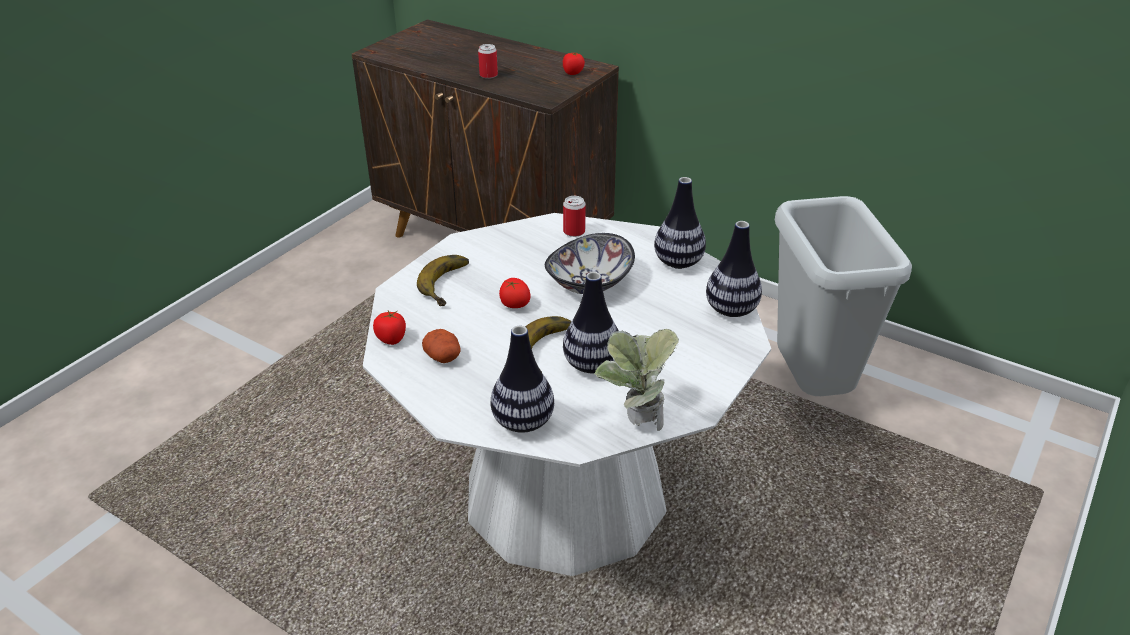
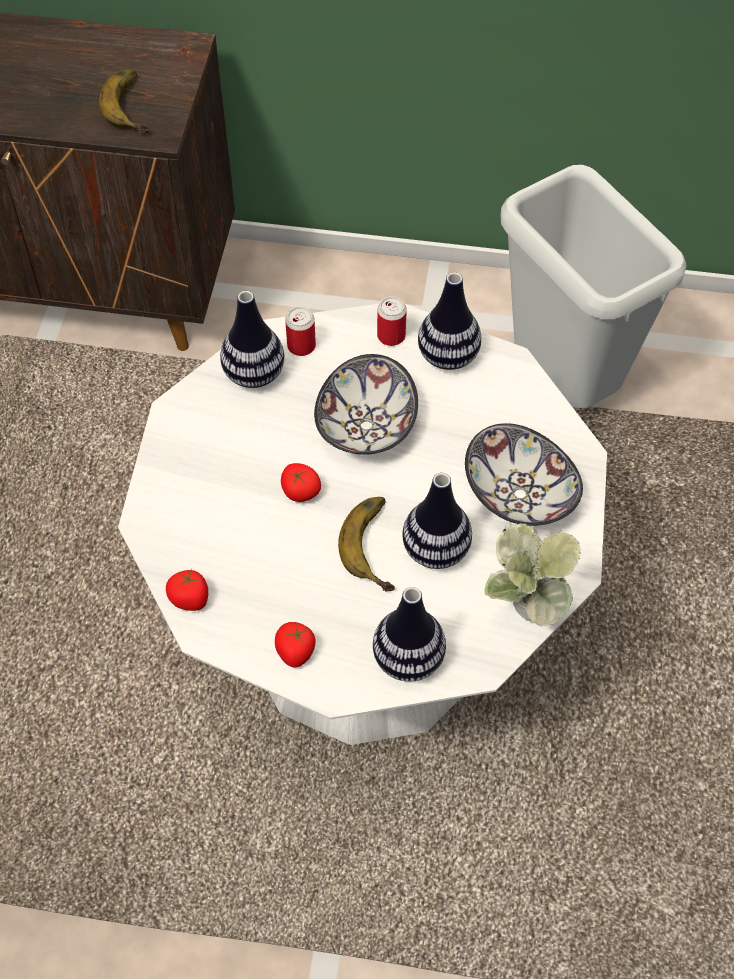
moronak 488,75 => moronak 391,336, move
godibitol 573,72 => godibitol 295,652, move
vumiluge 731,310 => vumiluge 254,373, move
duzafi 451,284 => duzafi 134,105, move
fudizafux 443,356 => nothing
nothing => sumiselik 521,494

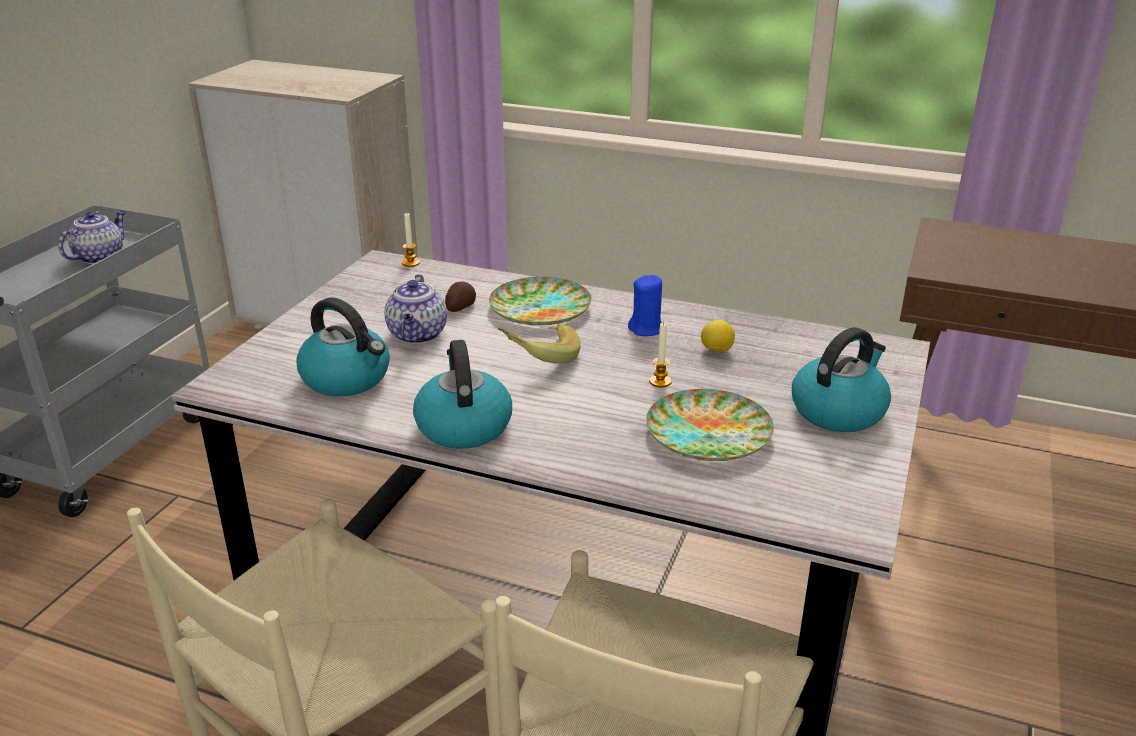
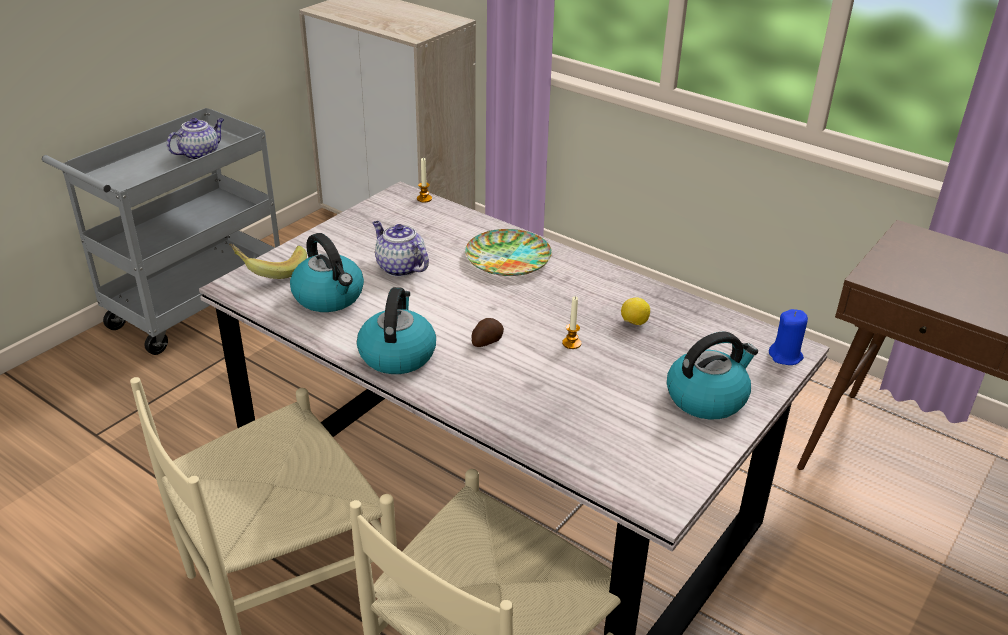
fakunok 418,335 => fakunok 399,267, 120 degrees clockwise
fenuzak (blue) 646,329 => fenuzak (blue) 785,356, move
fudizafux 460,307 => fudizafux 486,341, move
duzafi 539,357 => duzafi 271,270, move
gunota 708,433 => nothing

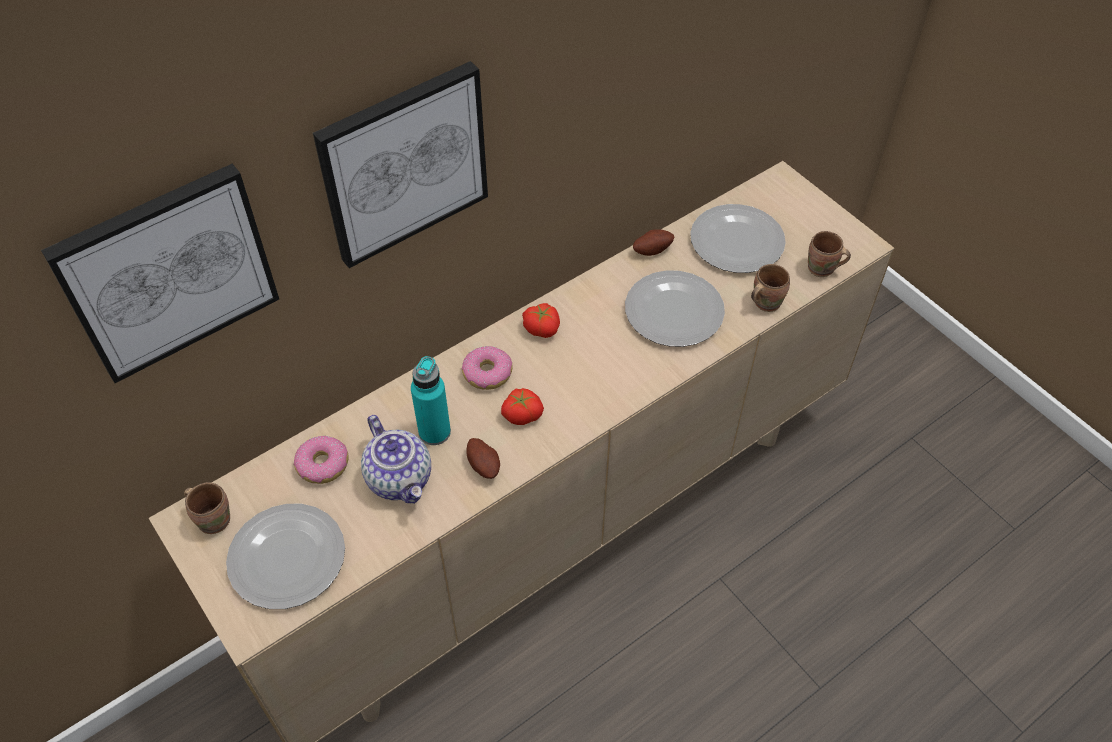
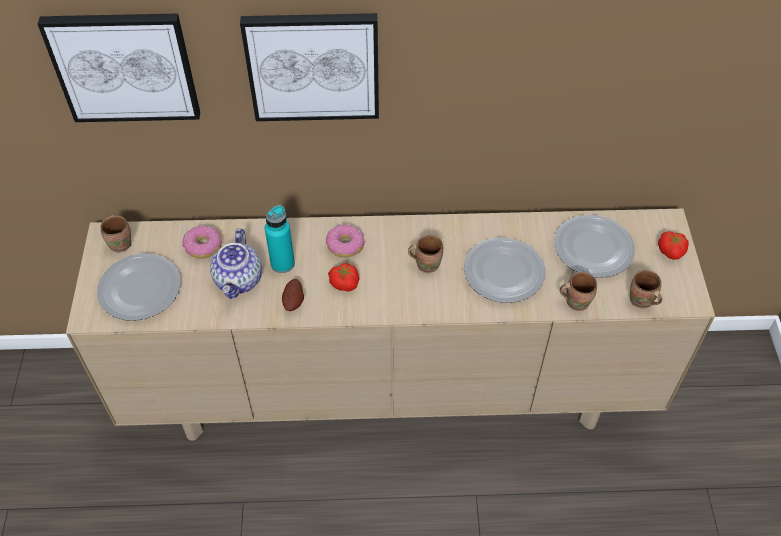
fudizafux 652,250 => nothing
godibitol 542,327 => godibitol 671,251, move
nothing => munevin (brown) 426,263

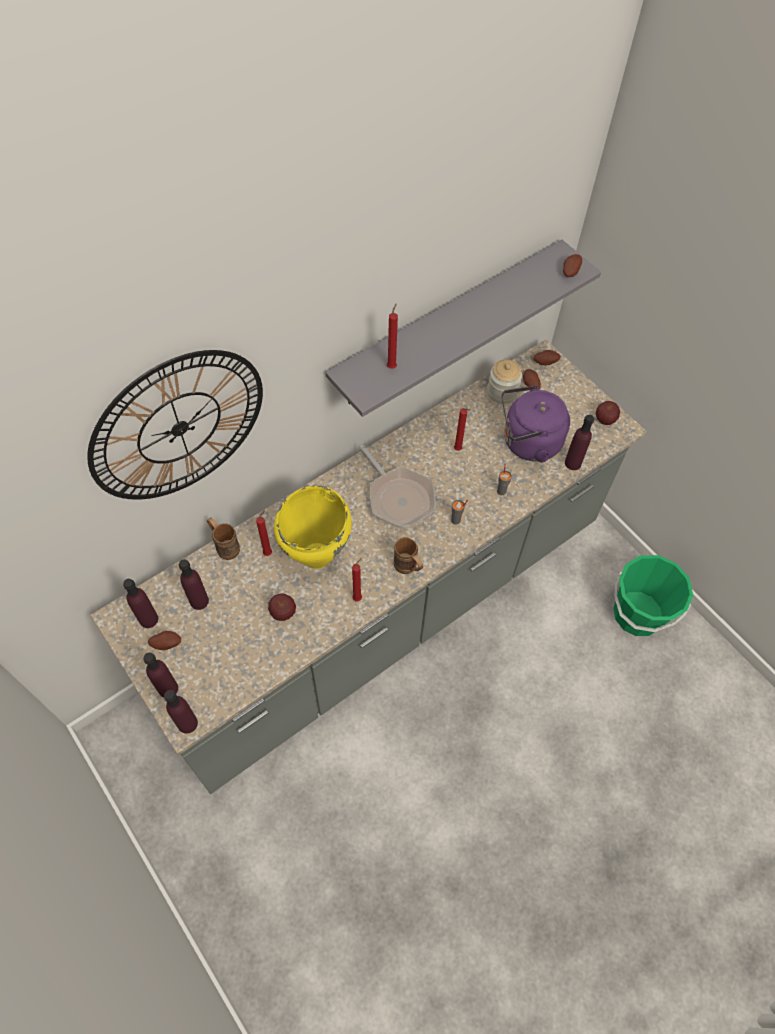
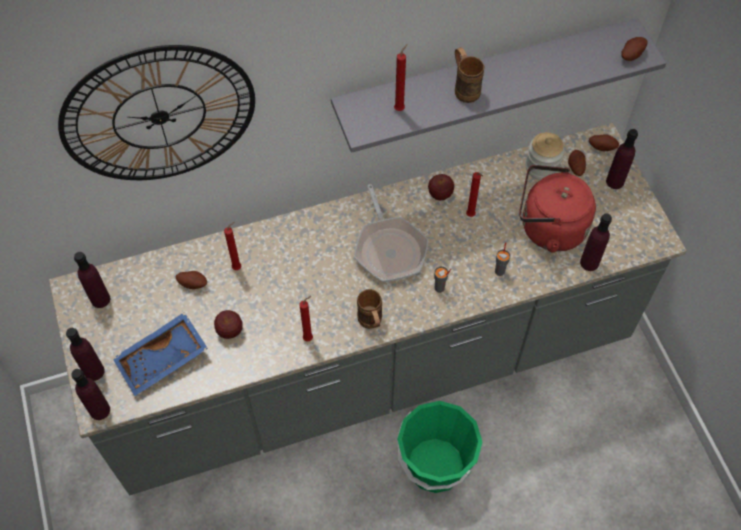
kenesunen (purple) 527,442 => kenesunen (red) 548,228
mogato 605,420 => mogato 440,194, move
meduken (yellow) 317,555 => nothing
munevin (brown) 225,546 => munevin (brown) 464,88, move
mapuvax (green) 637,614 => mapuvax (green) 435,465, move
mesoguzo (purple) 199,601 => mesoguzo (purple) 615,181, move
fudizafux 166,643 => fudizafux 193,283, move
nothing => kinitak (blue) 163,360

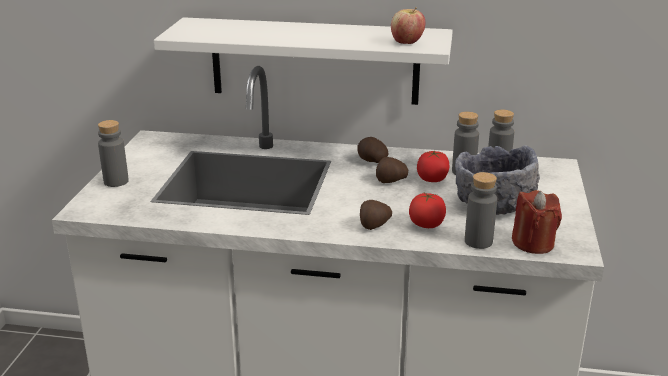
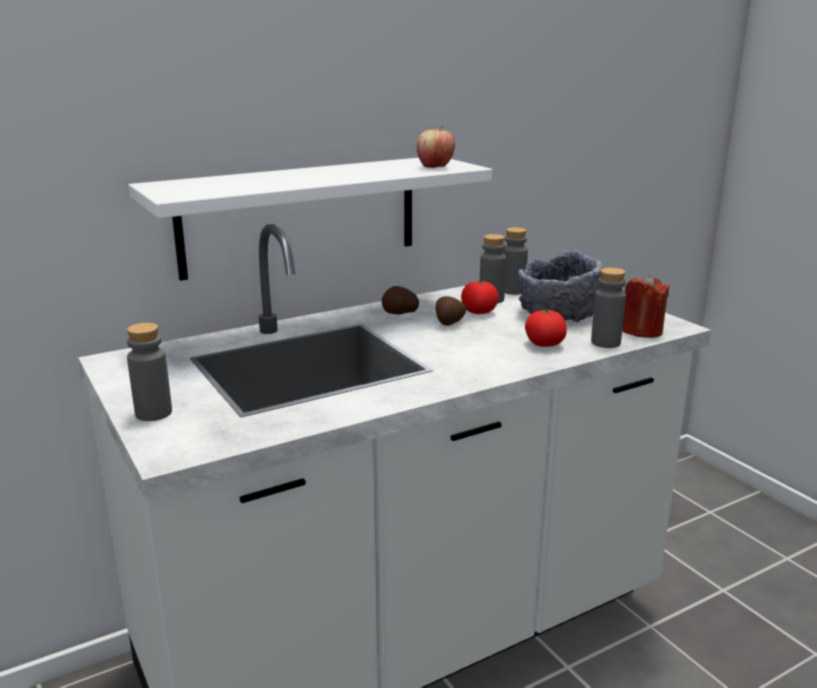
fudizafux 373,226 => nothing

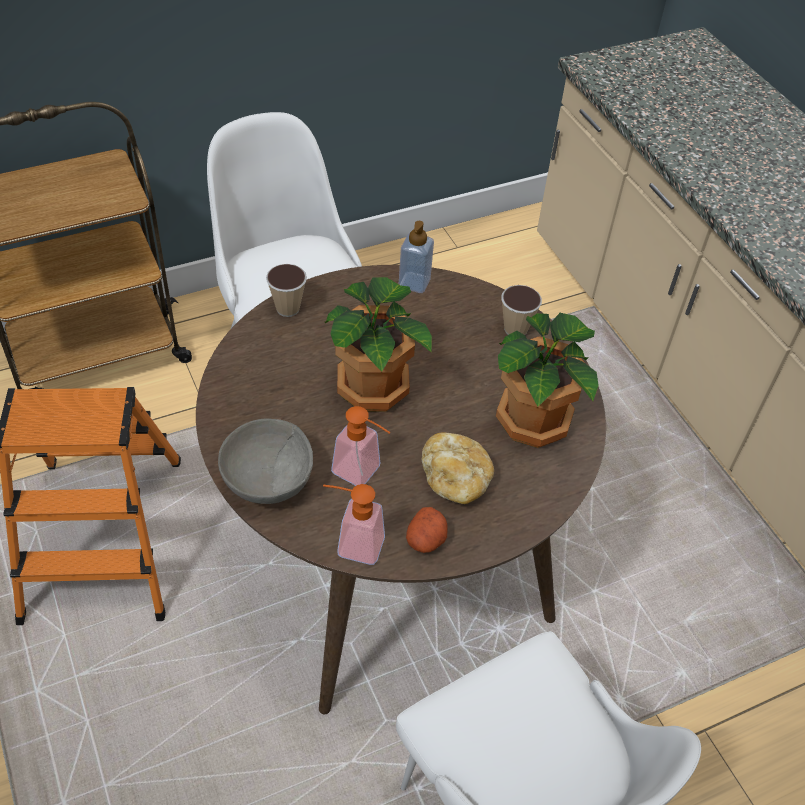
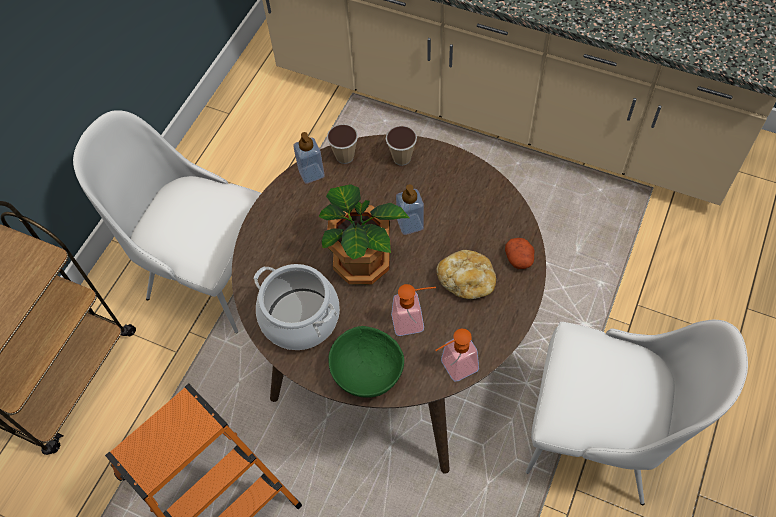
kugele 288,308 => kugele 345,156, move
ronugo 536,421 => nothing
sumiselik (grey) 268,480 => sumiselik (green) 366,372
fudizafux 426,540 => fudizafux 519,259, move
nothing => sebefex 410,224
nothing => meduken 300,319

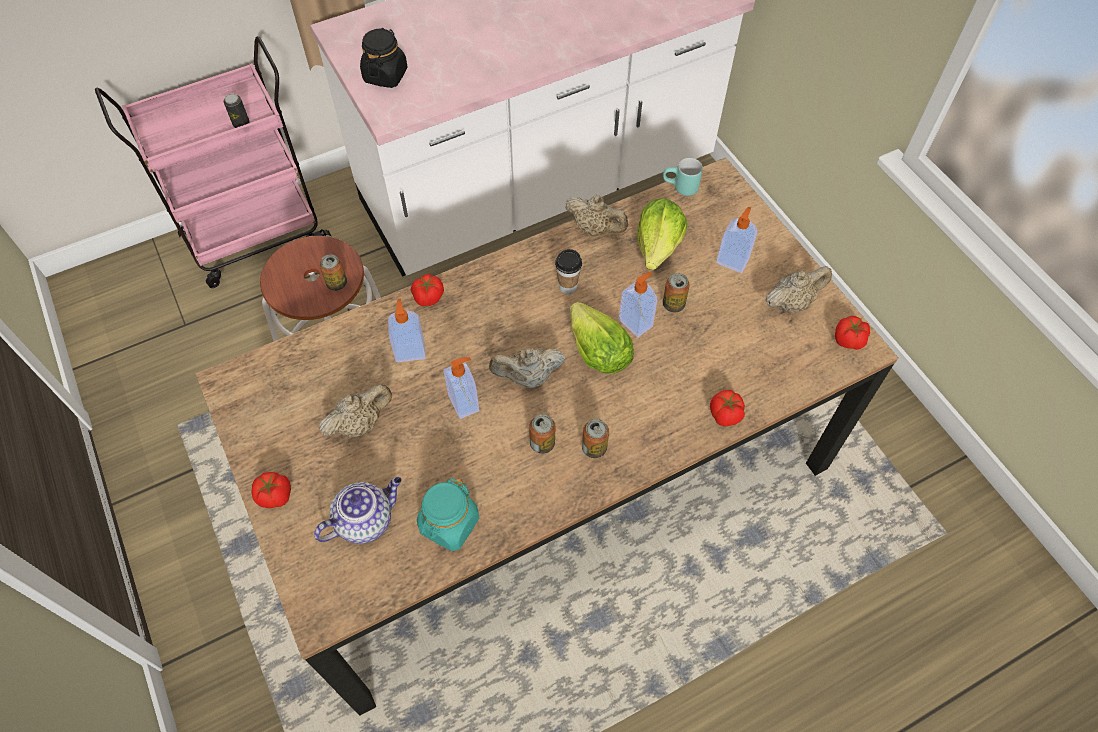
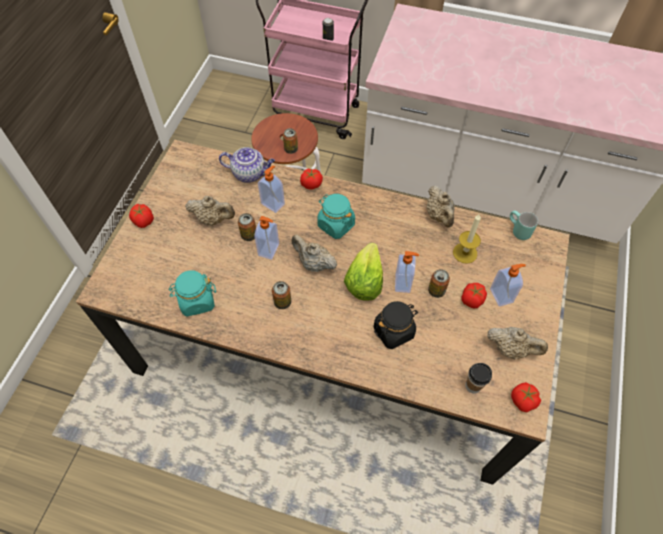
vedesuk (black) 385,75 => vedesuk (black) 394,331, move
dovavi 658,247 => fenuzak 465,253
kugele 567,286 => kugele 473,386, move
godibitol 724,415 => godibitol 471,300, move
moronak 594,448 => moronak 249,235, move
fakunok 365,520 => fakunok 250,173, move
nothing => vedesuk (turquoise) 335,225

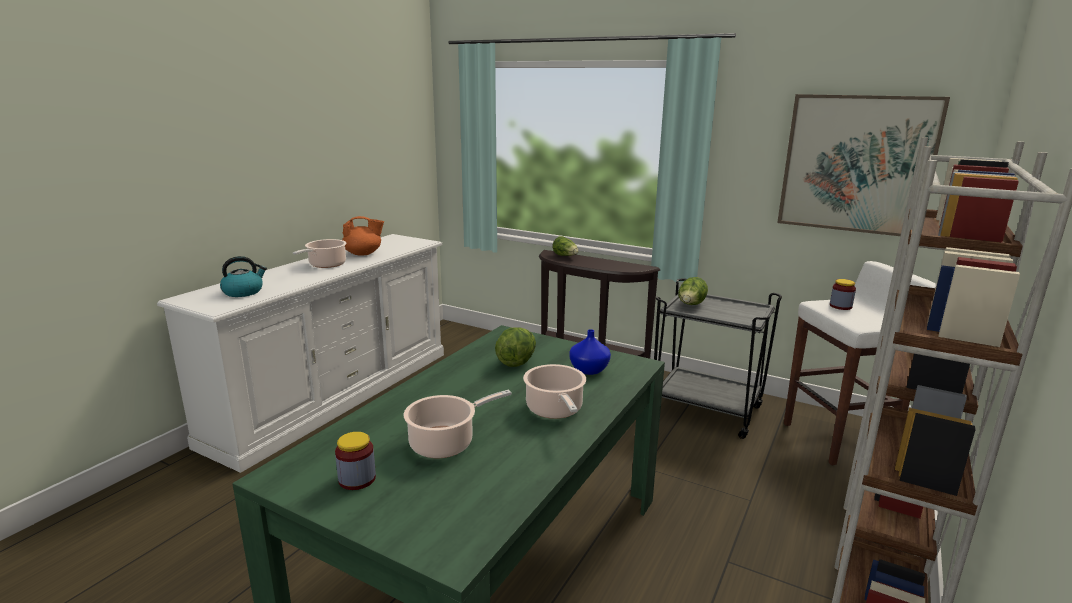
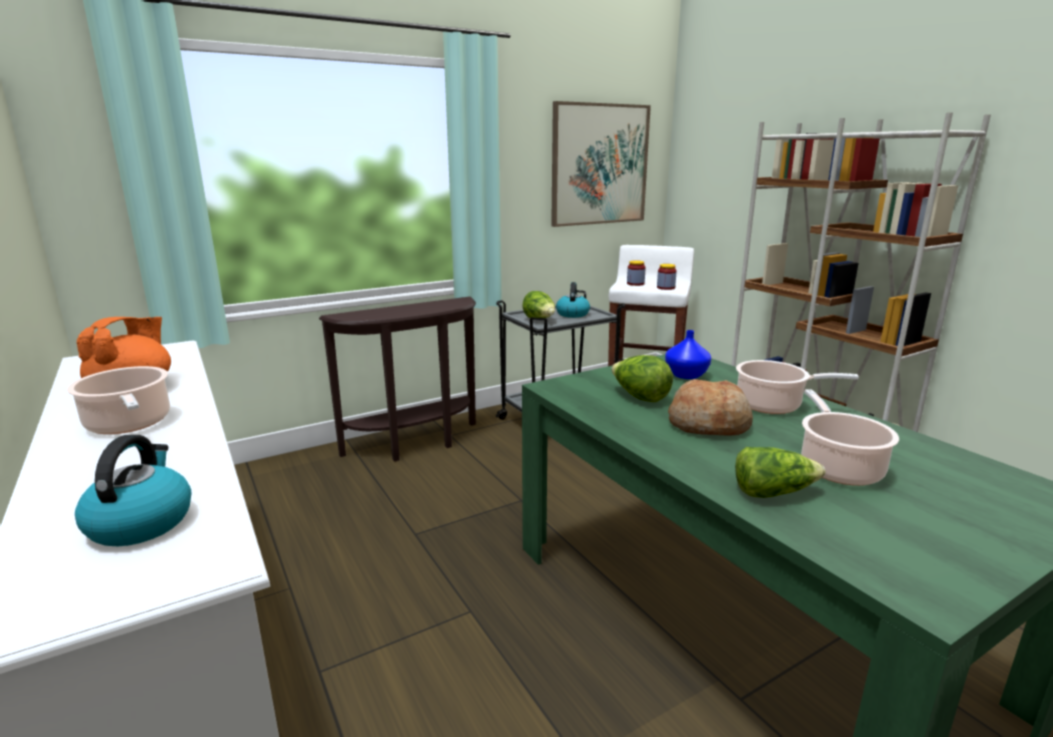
dovavi 566,256 => dovavi 772,492, move
vedesuk 357,479 => vedesuk 665,288, move
nothing => kenesunen 572,314
nothing => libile 709,424

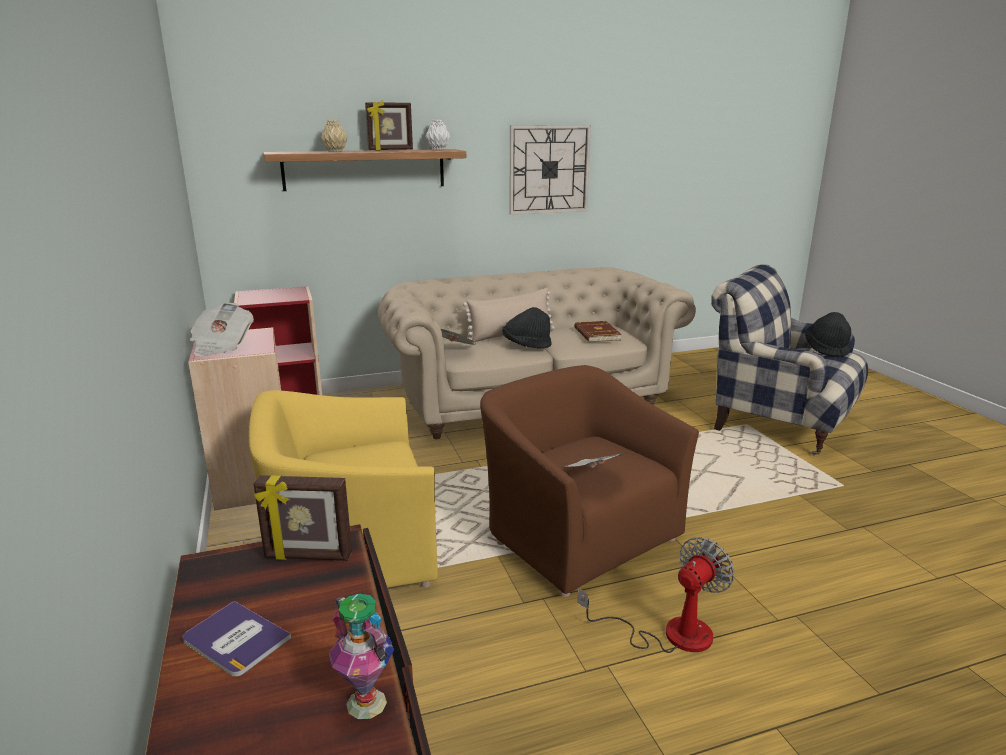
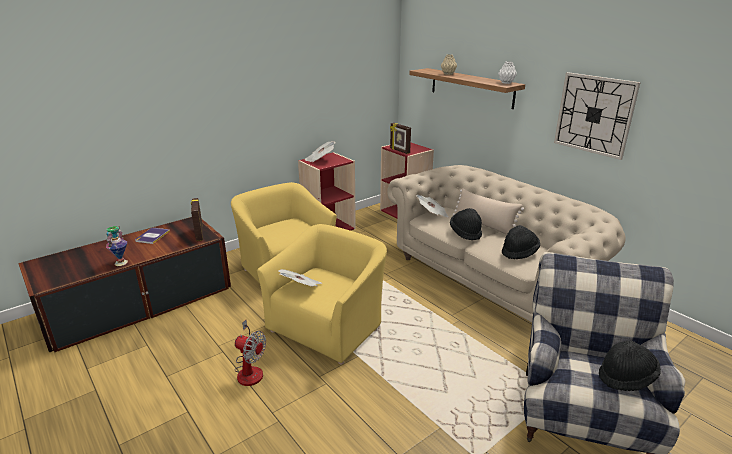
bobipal 390,150 => bobipal 399,151, move
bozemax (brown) 596,334 => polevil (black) 519,252
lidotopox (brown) 578,535 => lidotopox (yellow) 328,326

